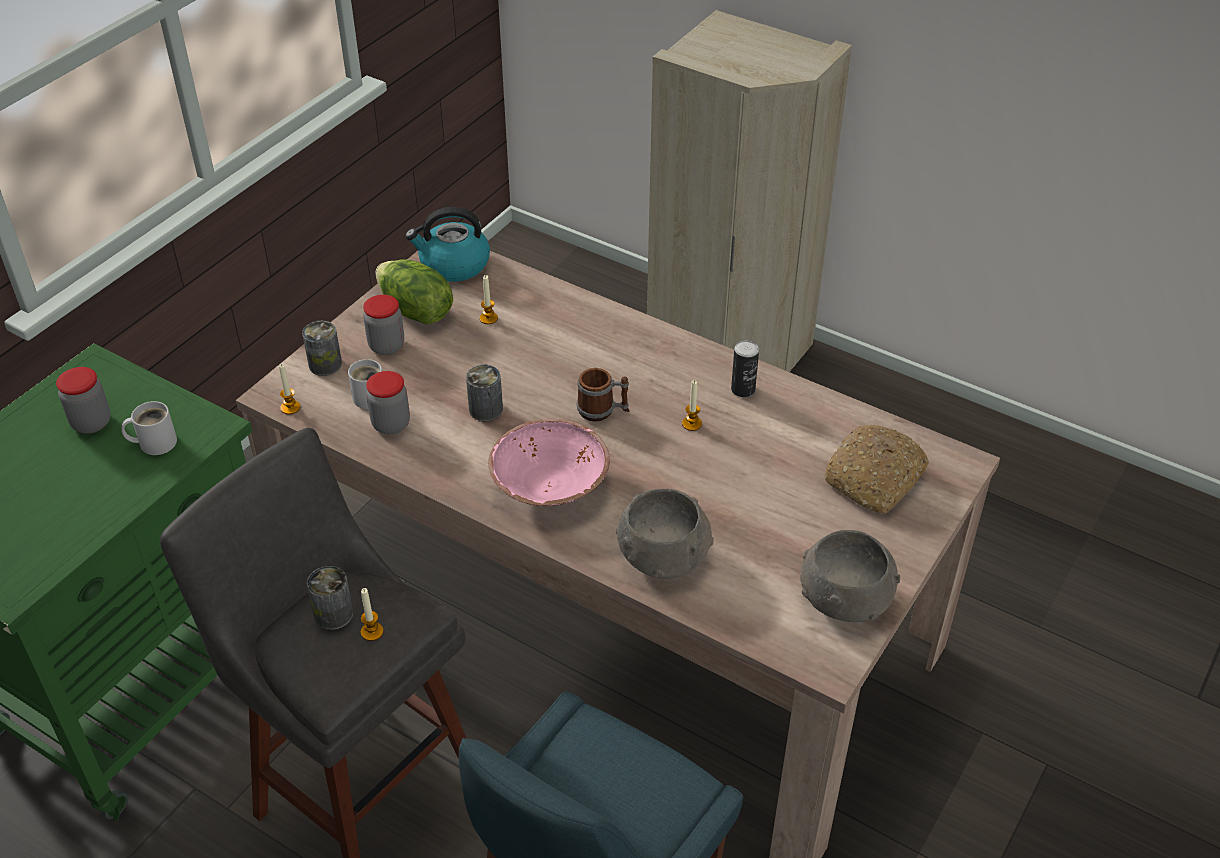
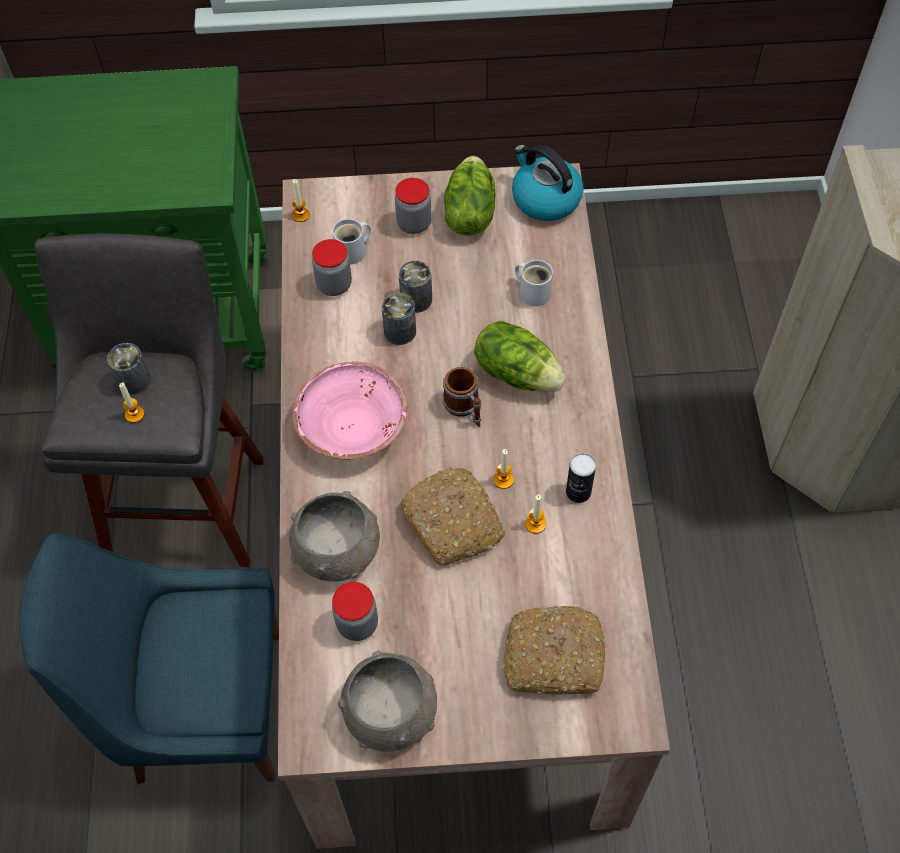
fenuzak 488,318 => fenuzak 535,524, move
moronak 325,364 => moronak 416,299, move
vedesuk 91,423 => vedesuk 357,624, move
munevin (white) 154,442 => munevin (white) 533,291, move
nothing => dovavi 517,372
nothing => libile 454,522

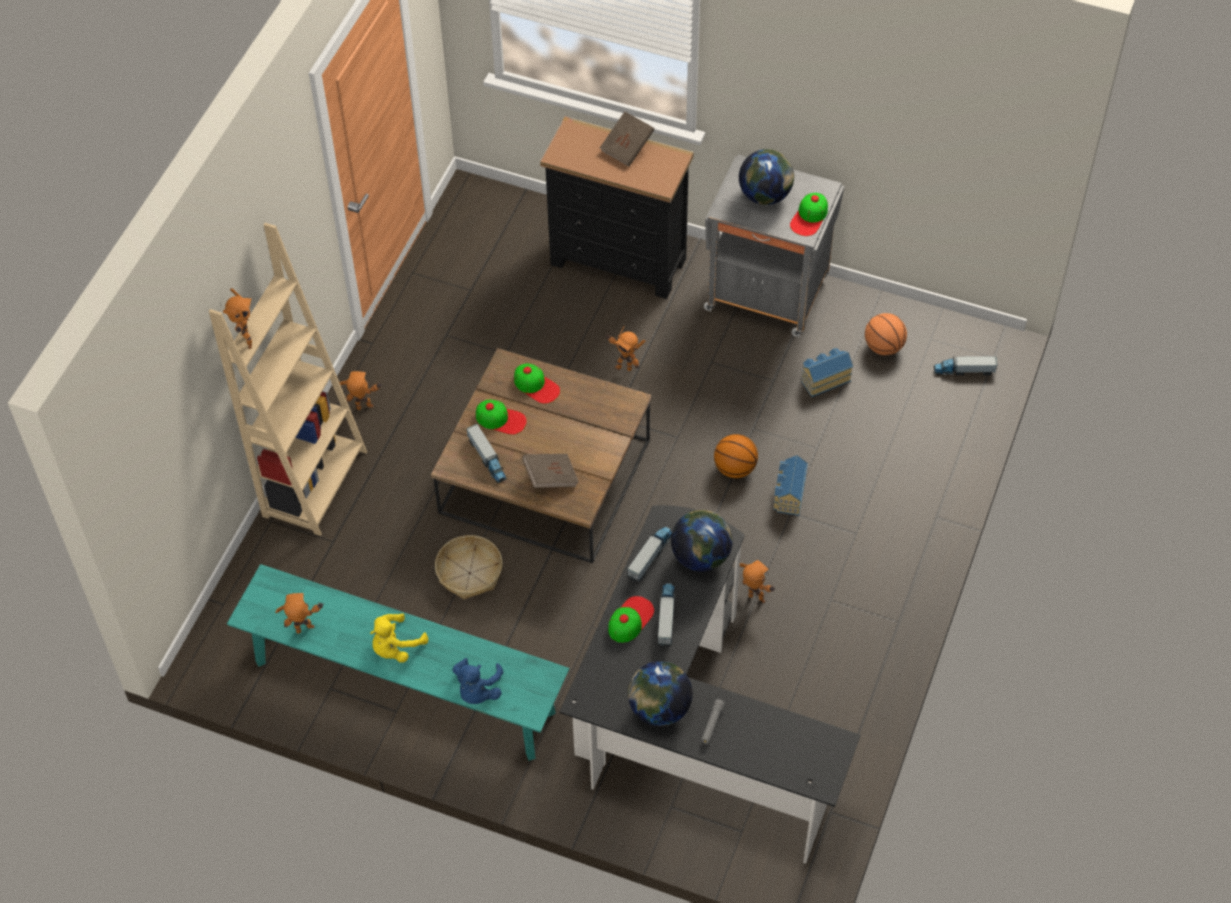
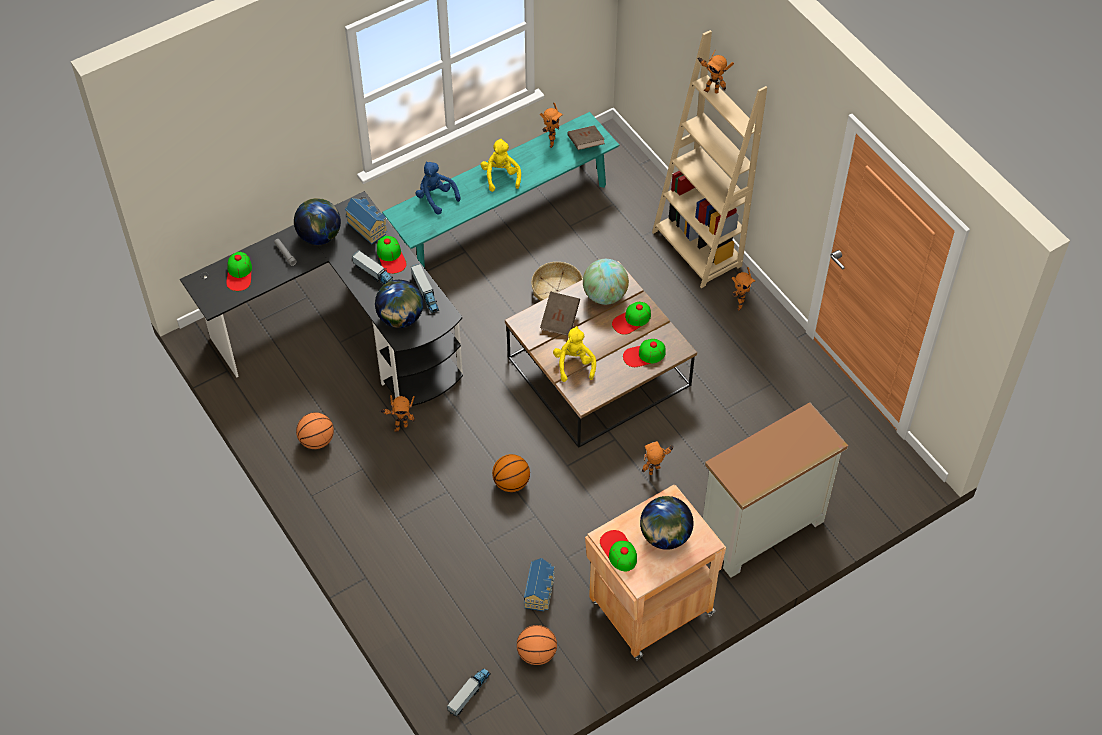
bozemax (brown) 627,147 => bozemax (brown) 585,144, move
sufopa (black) 618,262 => sufopa (white) 761,530
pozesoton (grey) 768,295 => pozesoton (brown) 649,609
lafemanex 487,459 => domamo 605,295
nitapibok 788,494 => nitapibok 368,227, move
nothing => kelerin 239,274
nothing => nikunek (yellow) 574,364
nothing => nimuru 317,440

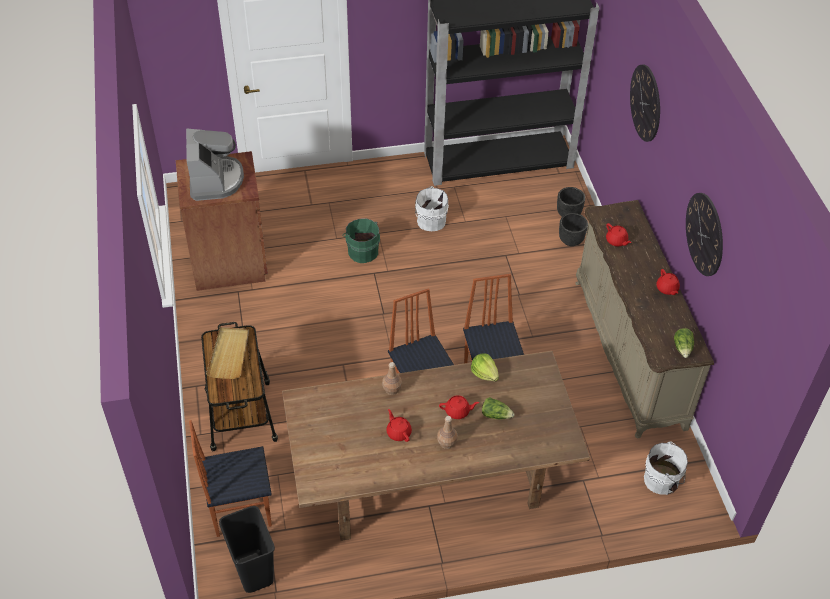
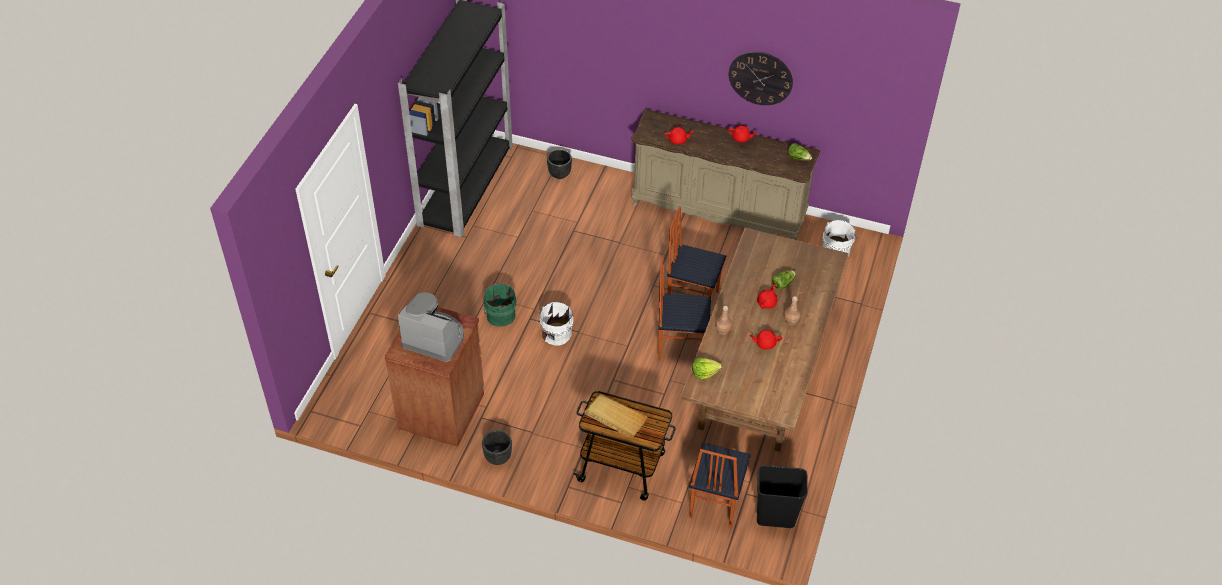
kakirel 645,103 => nothing
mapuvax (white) 429,221 => mapuvax (white) 555,335, move
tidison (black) 571,240 => tidison (black) 498,457, move
dovavi 484,373 => dovavi 704,372, move

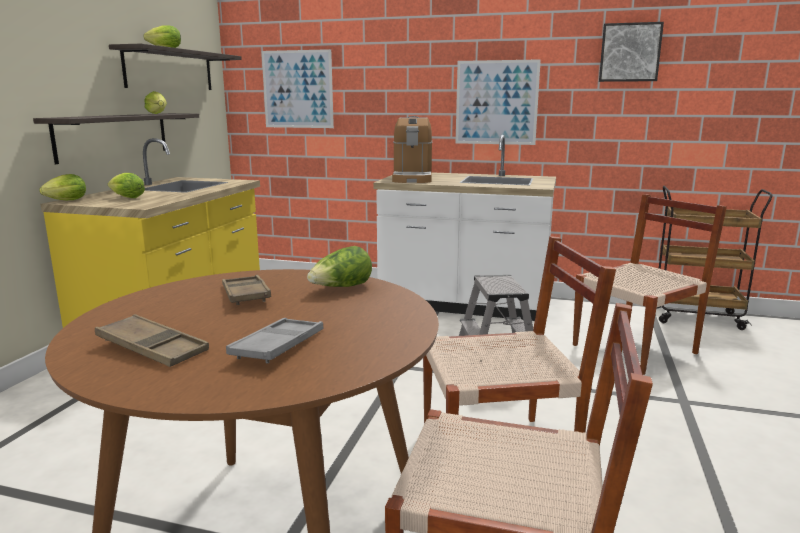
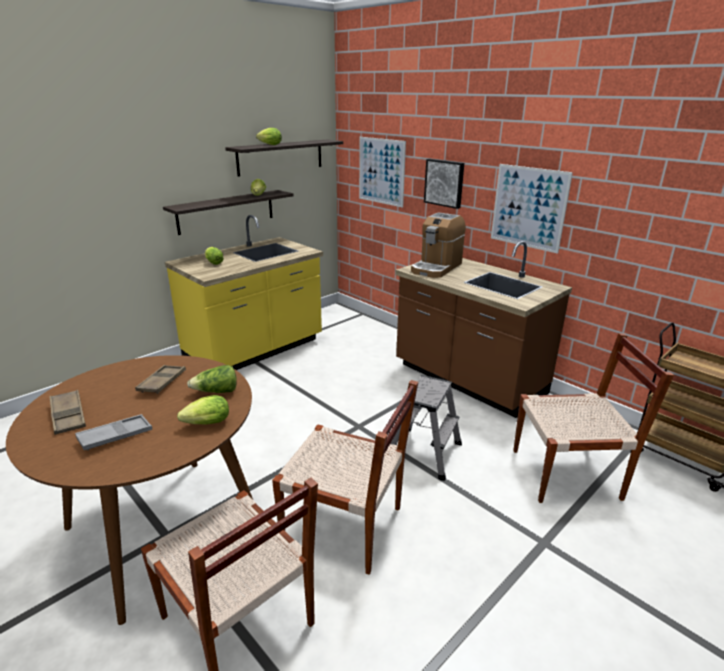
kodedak 630,52 => kodedak 444,183, move
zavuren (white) 464,304 => zavuren (brown) 468,380
dovavi 64,201 => dovavi 205,424, move

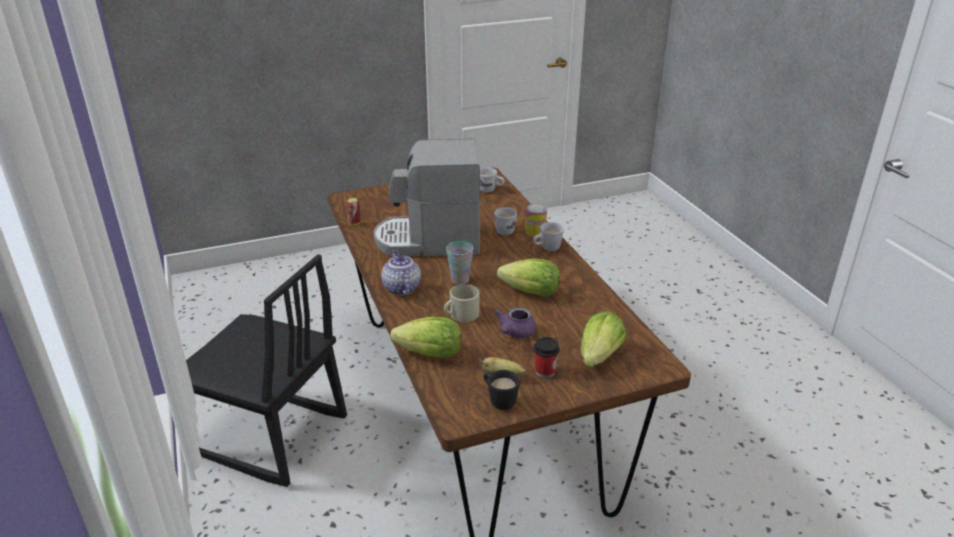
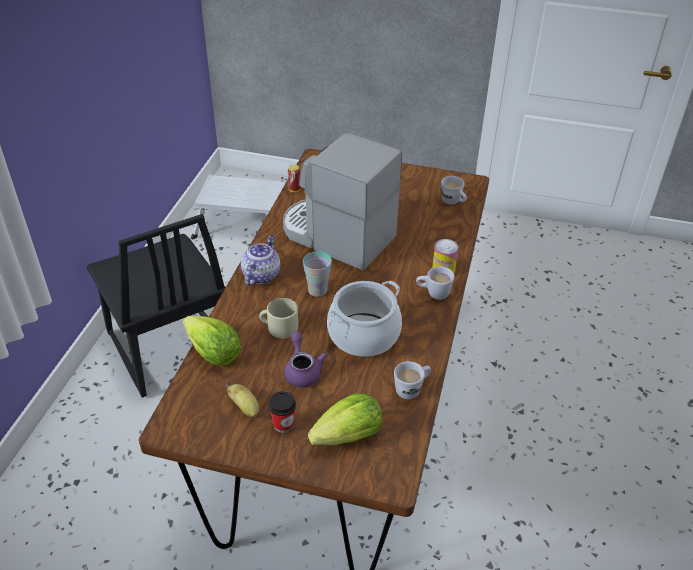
munevin (white) 506,230 => munevin (white) 412,389, move
dovavi 531,292 => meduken 364,335
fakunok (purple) 515,333 => fakunok (purple) 302,370, 105 degrees clockwise
munevin (black) 499,400 => nothing
nothing => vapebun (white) 245,223

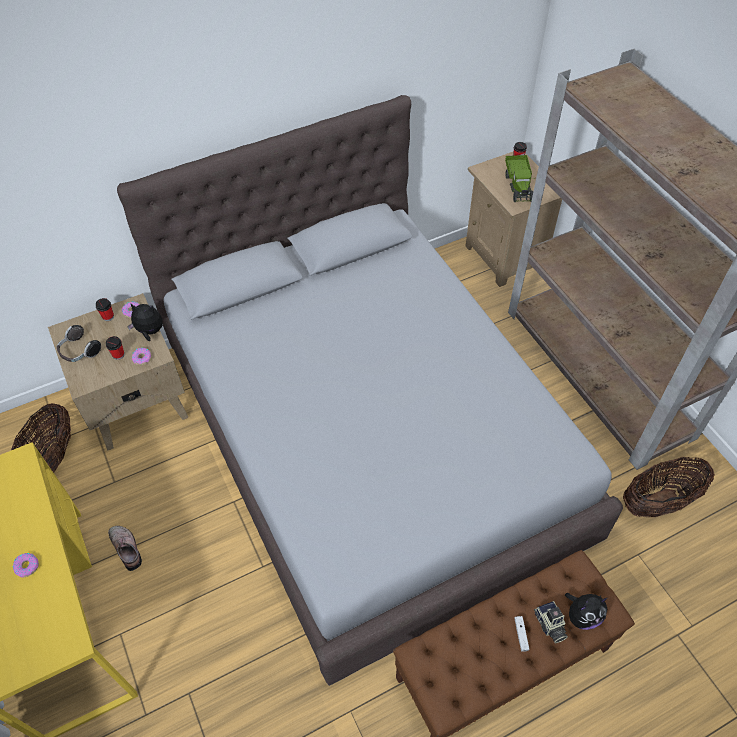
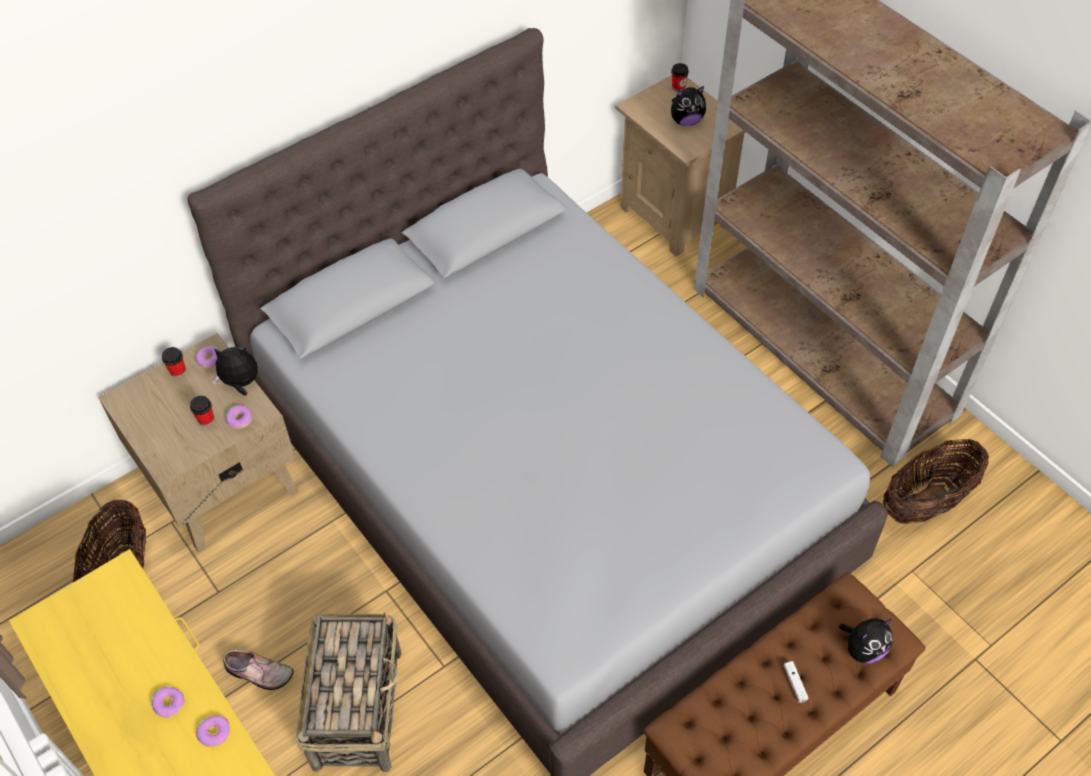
lafemanex 518,185 => nikunek 686,121
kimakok 79,351 => nothing
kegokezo 127,548 => kegokezo 258,674, 150 degrees clockwise
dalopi 549,626 => nothing
nothing => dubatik 358,707
nothing => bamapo 214,733

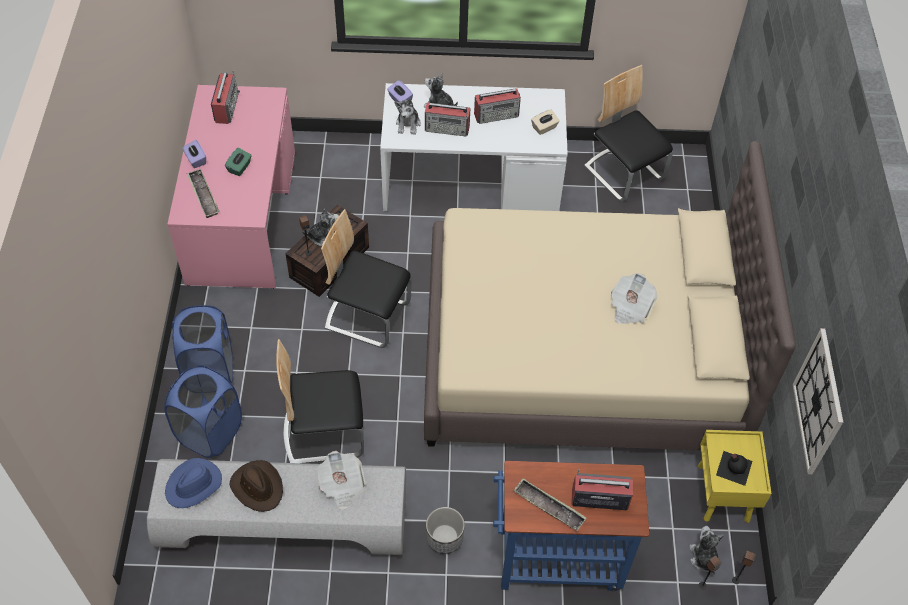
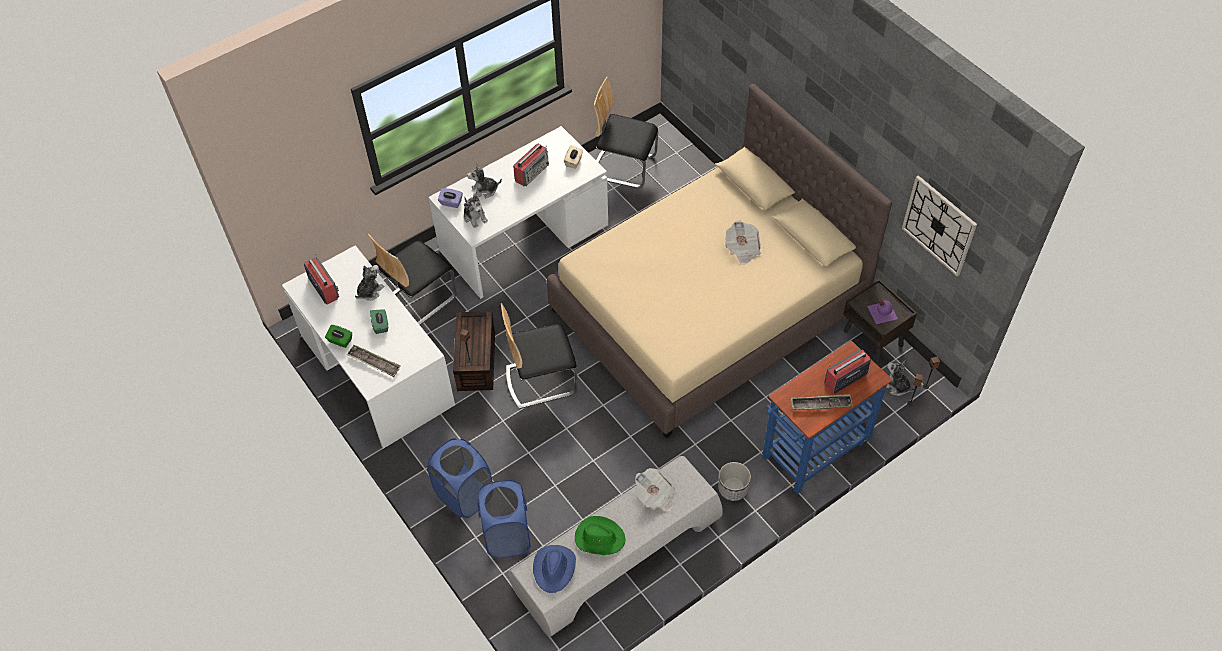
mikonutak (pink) 241,216 => mikonutak (white) 376,370
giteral 447,128 => nothing
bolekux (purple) 195,160 => bolekux (green) 340,341
nikunek 323,236 => nikunek 370,291, move
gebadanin 324,432 => gebadanin 418,299, move
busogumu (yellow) 723,494 => busogumu (brown) 873,339
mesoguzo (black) 733,467 => mesoguzo (purple) 882,312
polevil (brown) 258,487 => polevil (green) 599,537

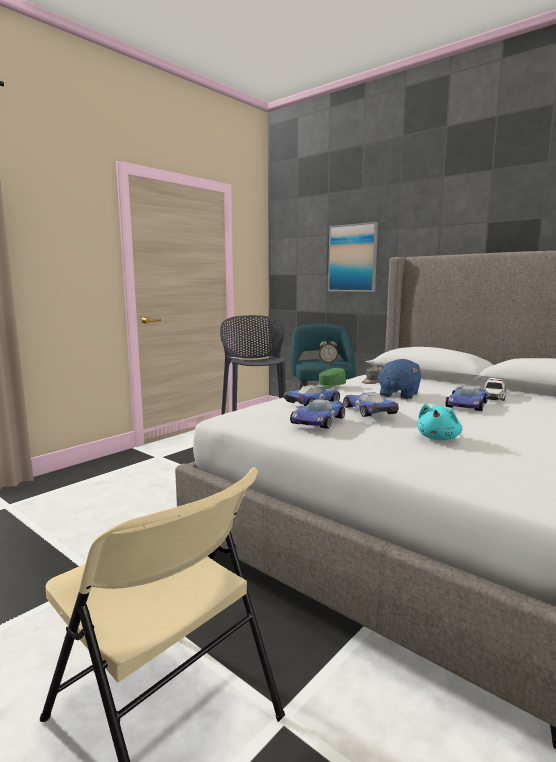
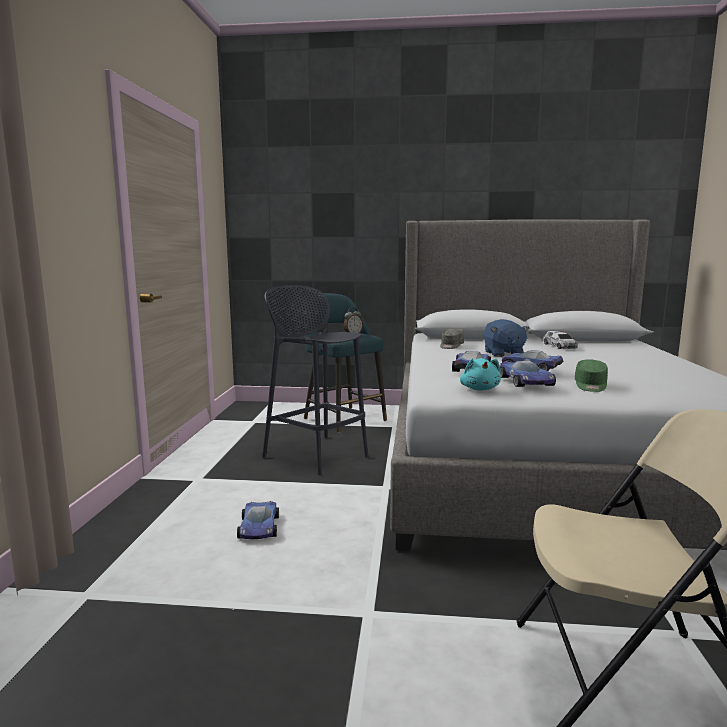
kodedak 352,258 => nothing
kelerin (green) 329,386 => kelerin (green) 590,386, move
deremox 466,405 => deremox 258,527, move
nikunek (turquoise) 439,438 => nikunek (turquoise) 479,389, move

